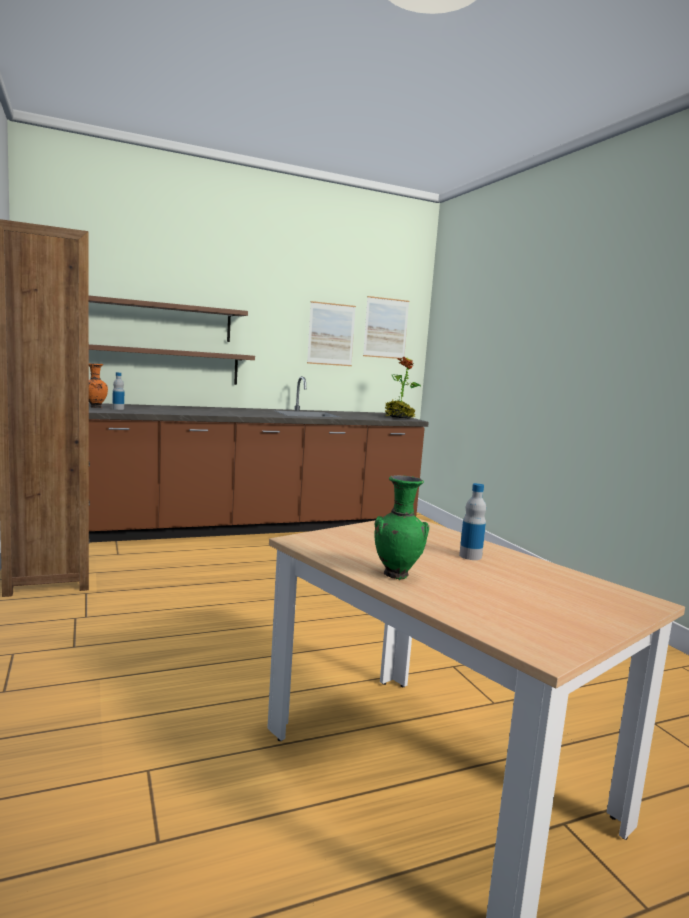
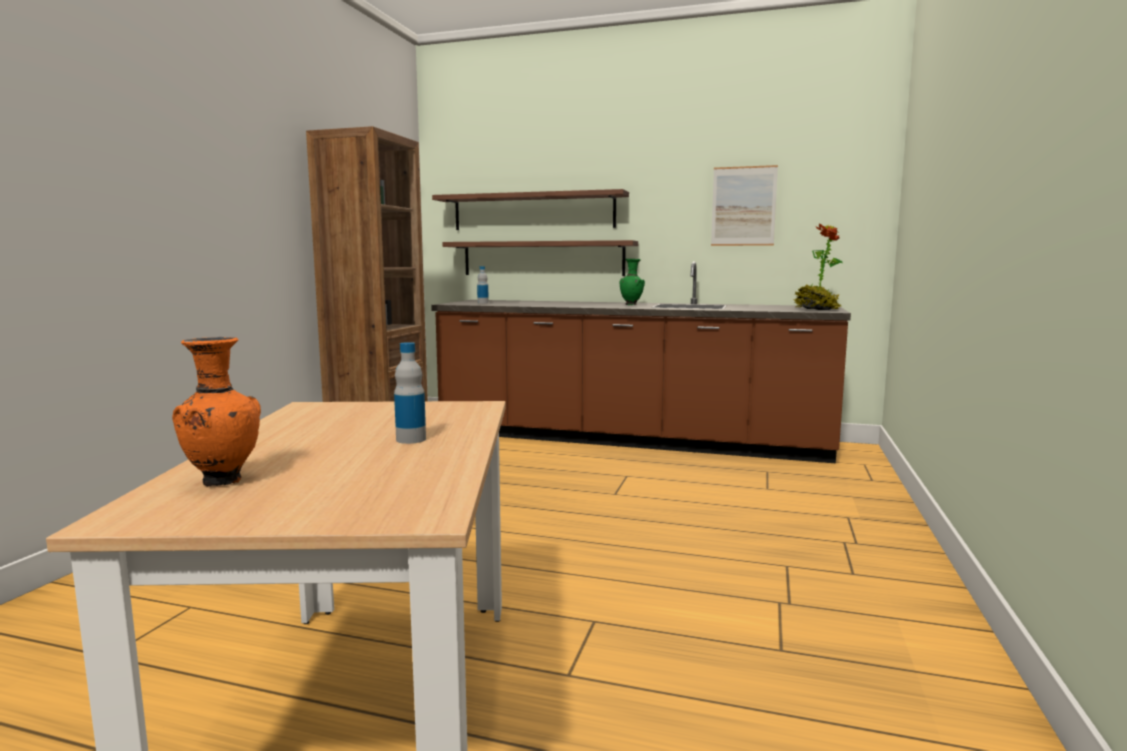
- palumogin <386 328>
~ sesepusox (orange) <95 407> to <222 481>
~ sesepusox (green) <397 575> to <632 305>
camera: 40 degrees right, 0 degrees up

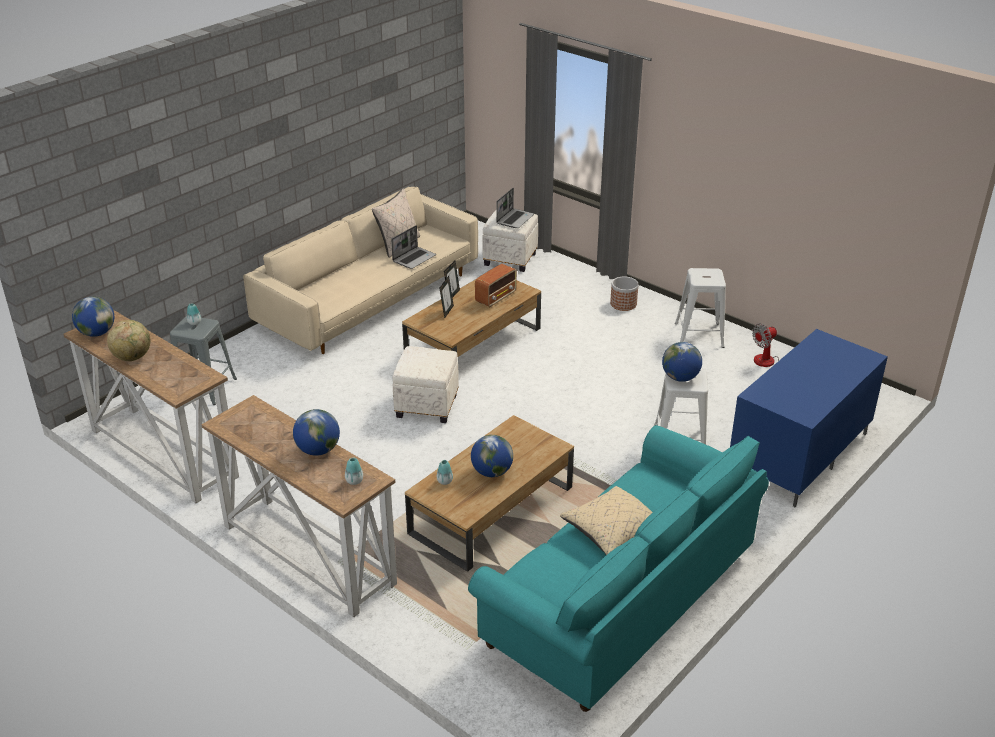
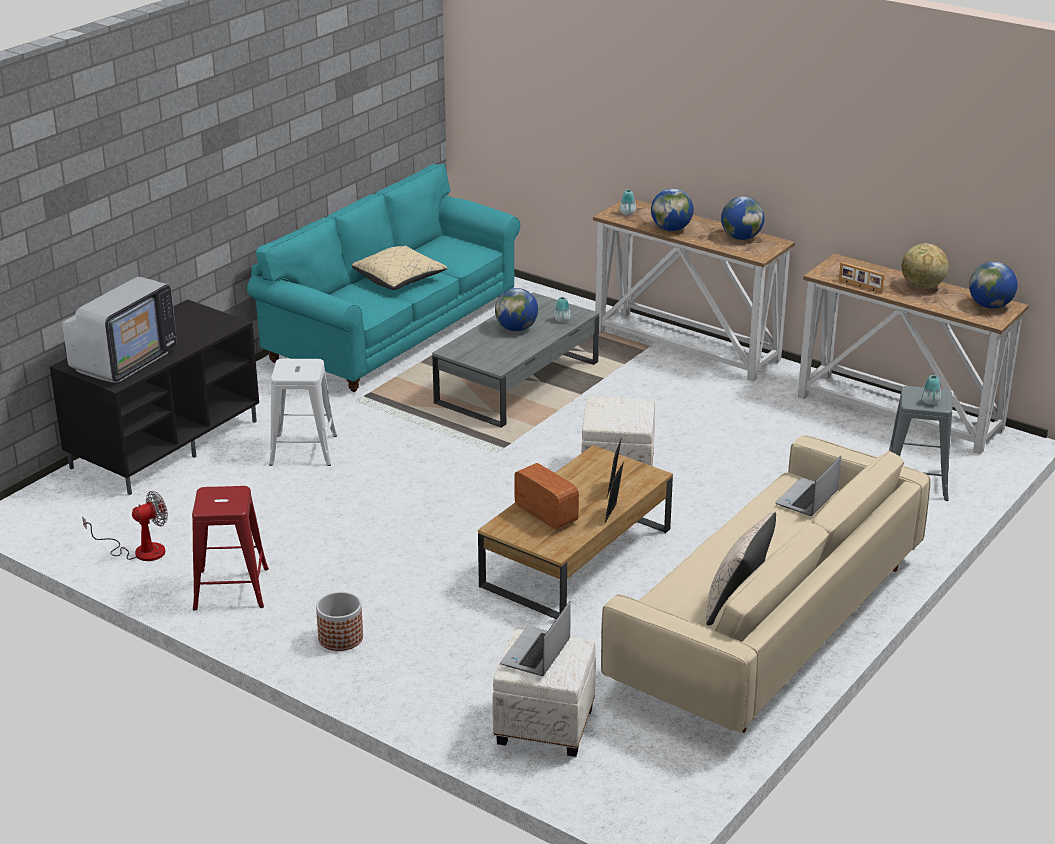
~ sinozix <414 258> to <807 499>
~ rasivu <496 297> = <545 514> 105 degrees clockwise
~ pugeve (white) <699 335> to pugeve (red) <231 588>
~ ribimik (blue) <799 455> to ribimik (black) <165 443>
~ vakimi <680 378> to <741 238>
~ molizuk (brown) <491 511> to molizuk (grey) <518 382>
+ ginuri <860 286>
+ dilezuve <124 361>
camera: 175 degrees right, 5 degrees down

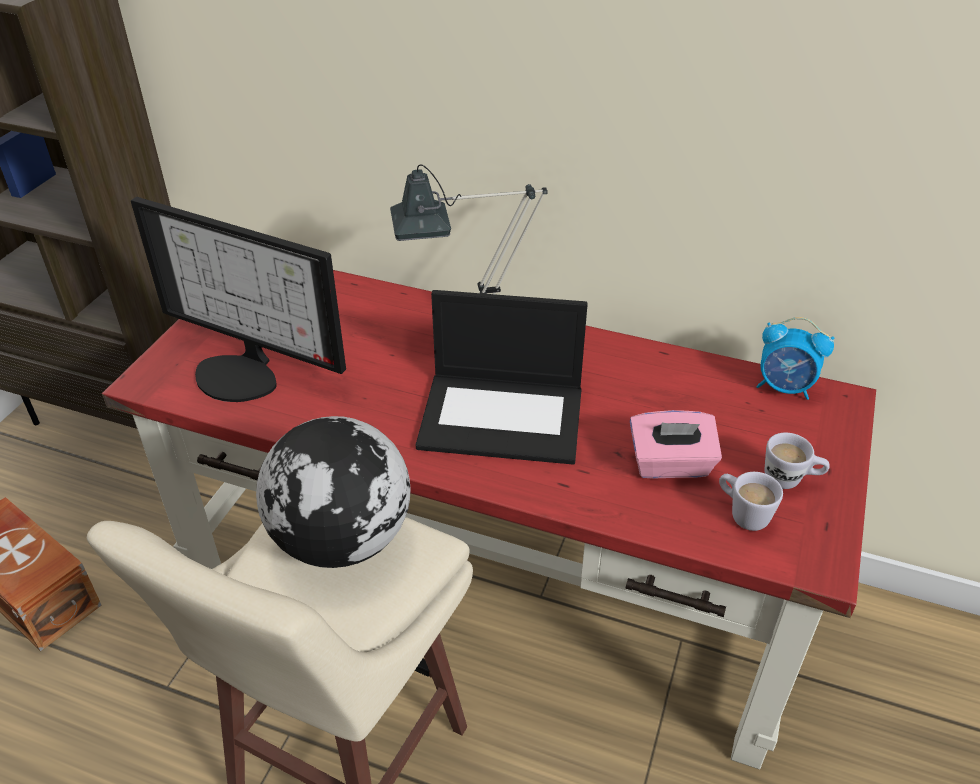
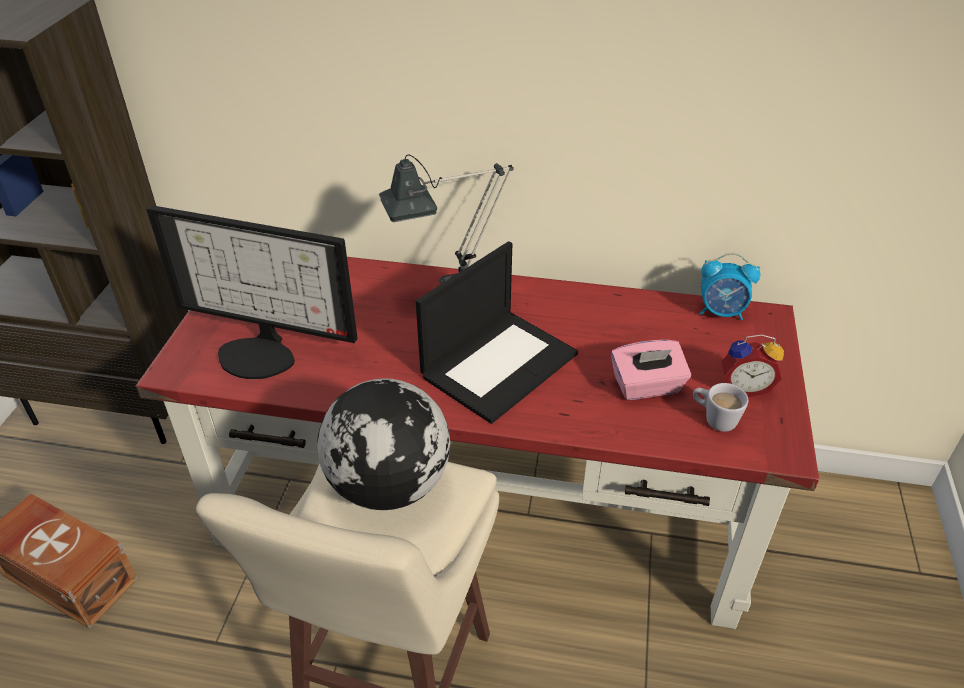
~ sinozix <503 416> = <499 363> 45 degrees counterclockwise
~ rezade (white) <790 480> to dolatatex <744 387>
camera: 10 degrees left, 0 degrees up

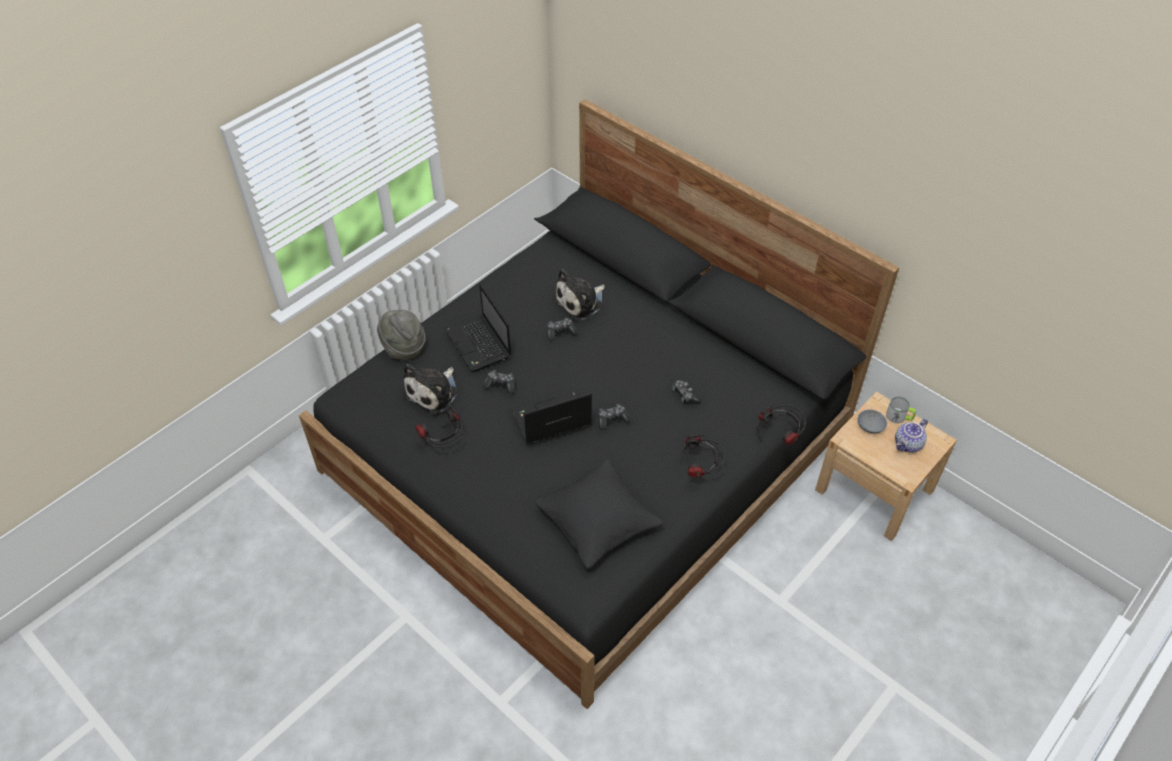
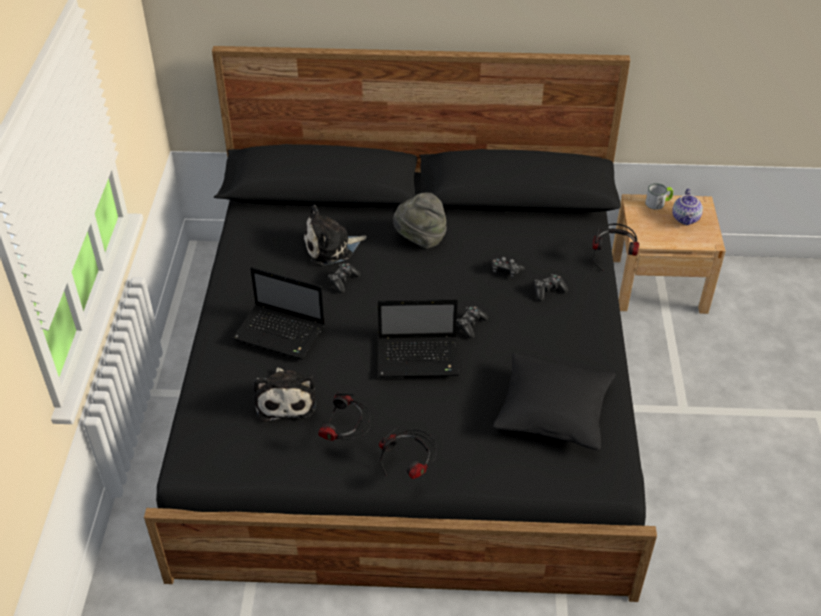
~ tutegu <581 302> = <331 247> 60 degrees clockwise
~ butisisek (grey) <403 347> to <420 239>
~ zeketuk <500 385> to <548 291>
~ sinozix <550 420> = <420 358> 120 degrees counterclockwise
- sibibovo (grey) <869 426>
~ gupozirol <701 471> to <411 469>
camera: 40 degrees left, 5 degrees down

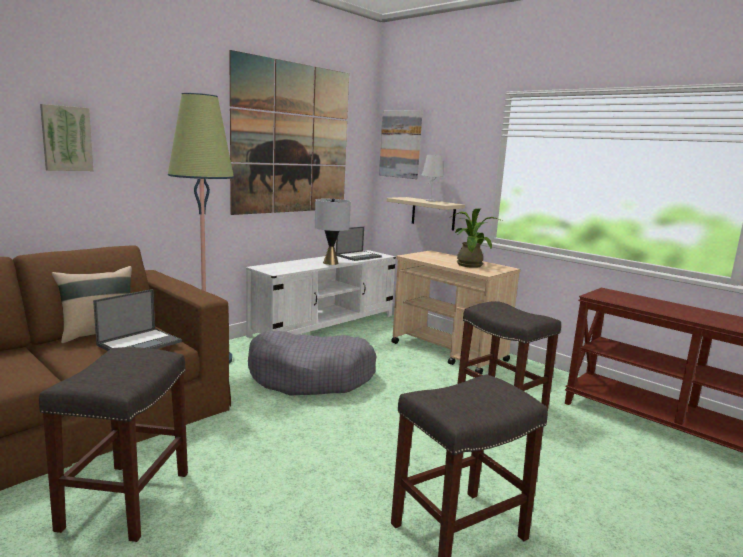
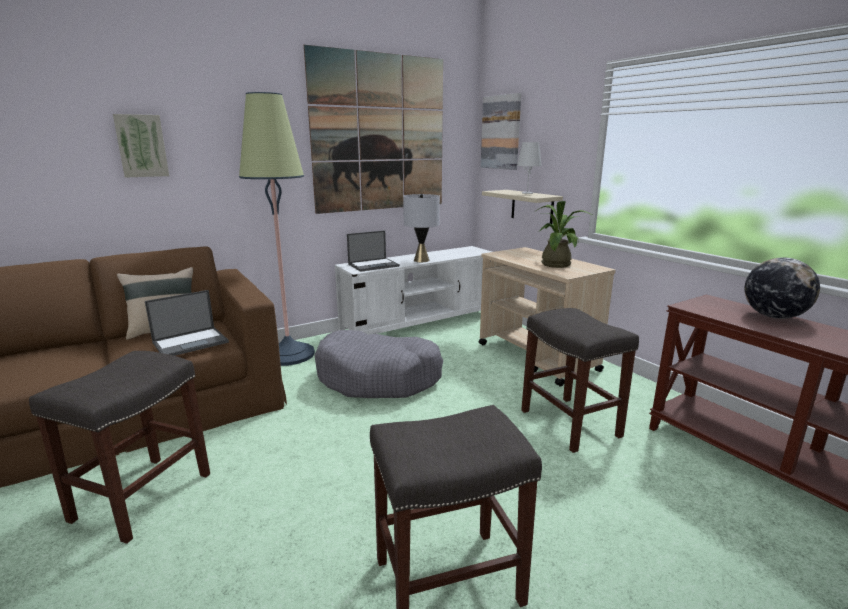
~ sinozix <358 256> to <374 265>
+ vakimi <773 316>
camera: 15 degrees right, 5 degrees up

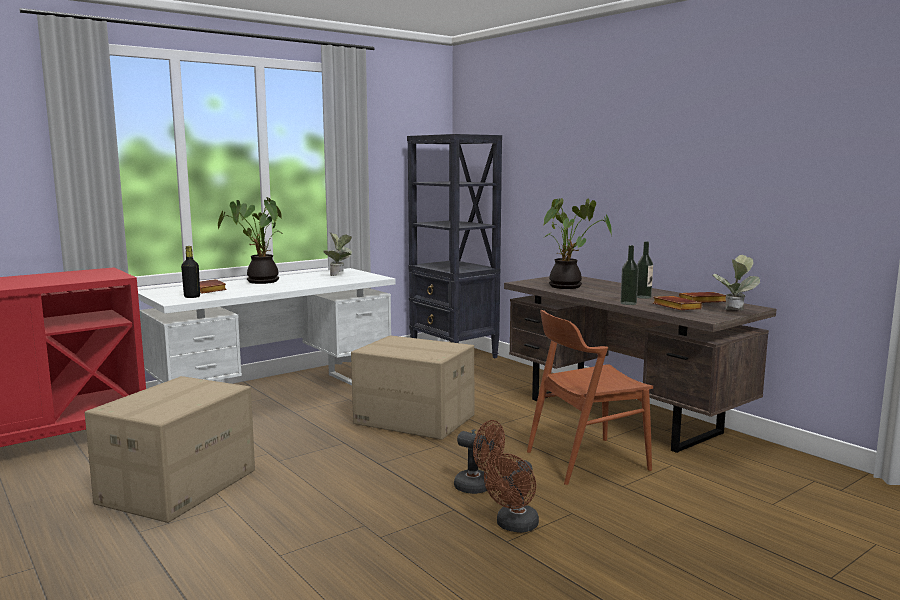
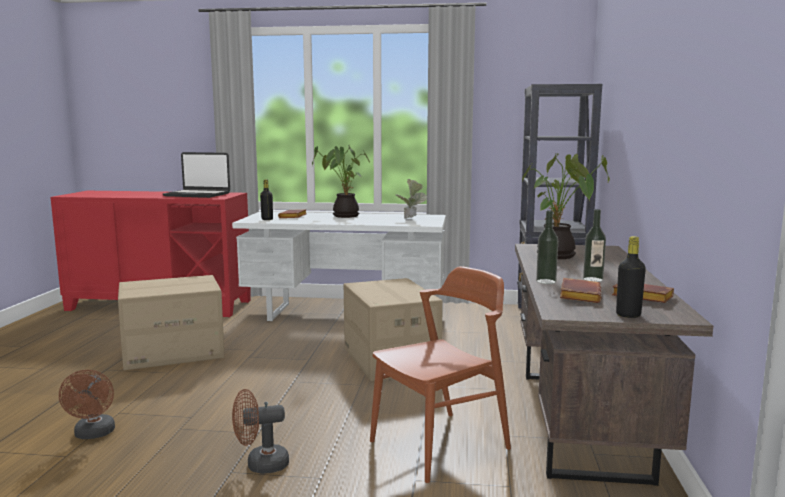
~ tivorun <733 312> to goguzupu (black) <628 315>
~ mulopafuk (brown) <586 460> = <440 444> 120 degrees clockwise
~ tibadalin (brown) <479 487> to <93 434>
+ sinozix <197 195>
camera: 45 degrees right, 0 degrees up

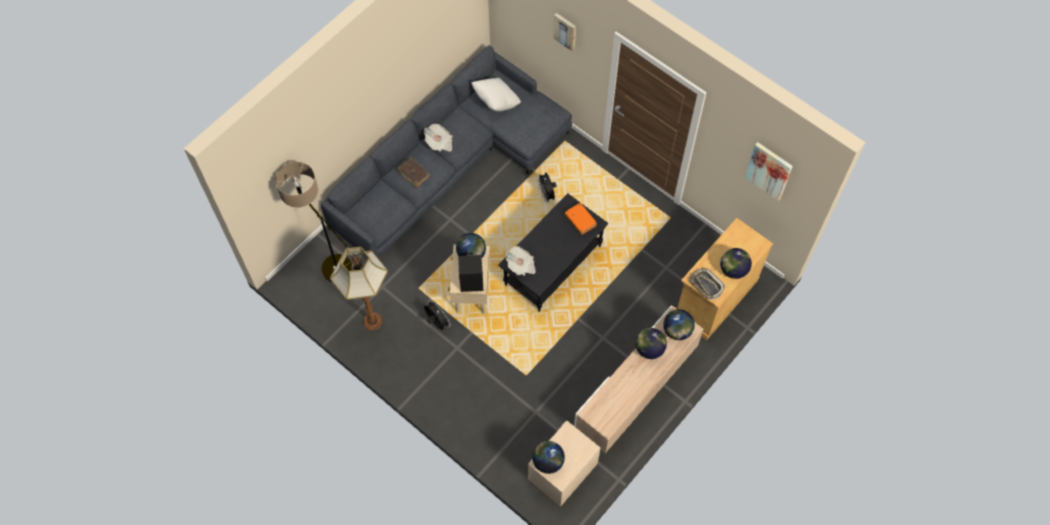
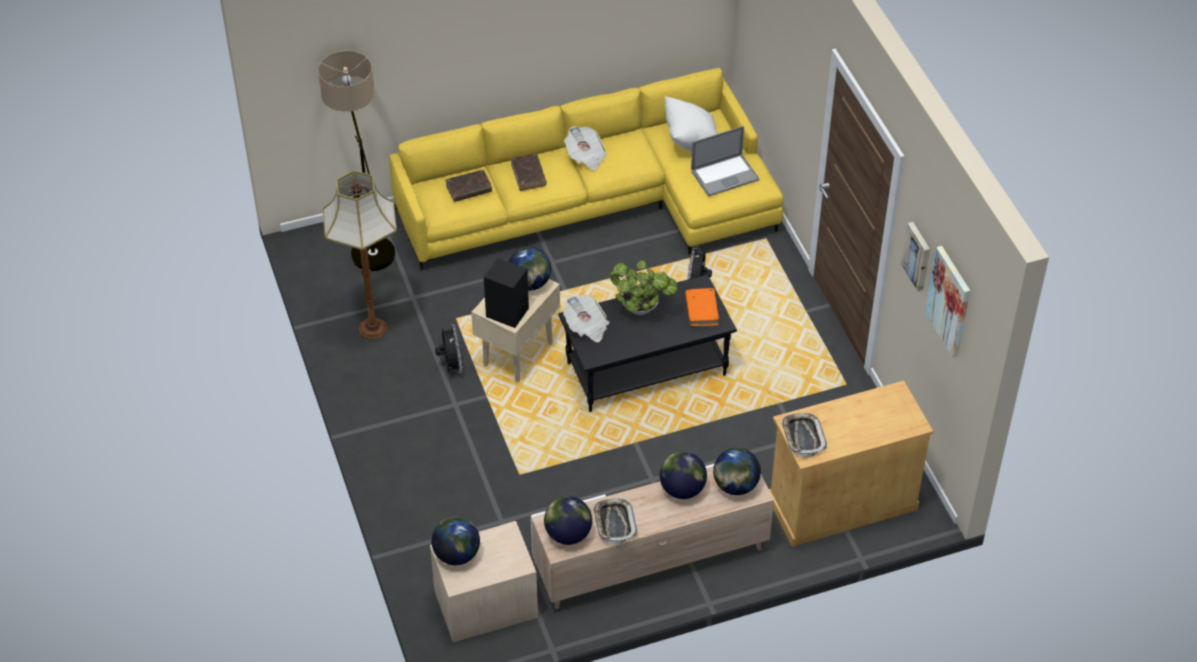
~ palumogin <565 31> to <918 256>
~ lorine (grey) <451 164> to lorine (yellow) <598 204>
~ vakimi <733 270> to <568 534>
+ sinozix <724 175>
+ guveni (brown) <469 189>
+ tivorun <643 308>
+ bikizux <614 523>
camera: 30 degrees right, 15 degrees down

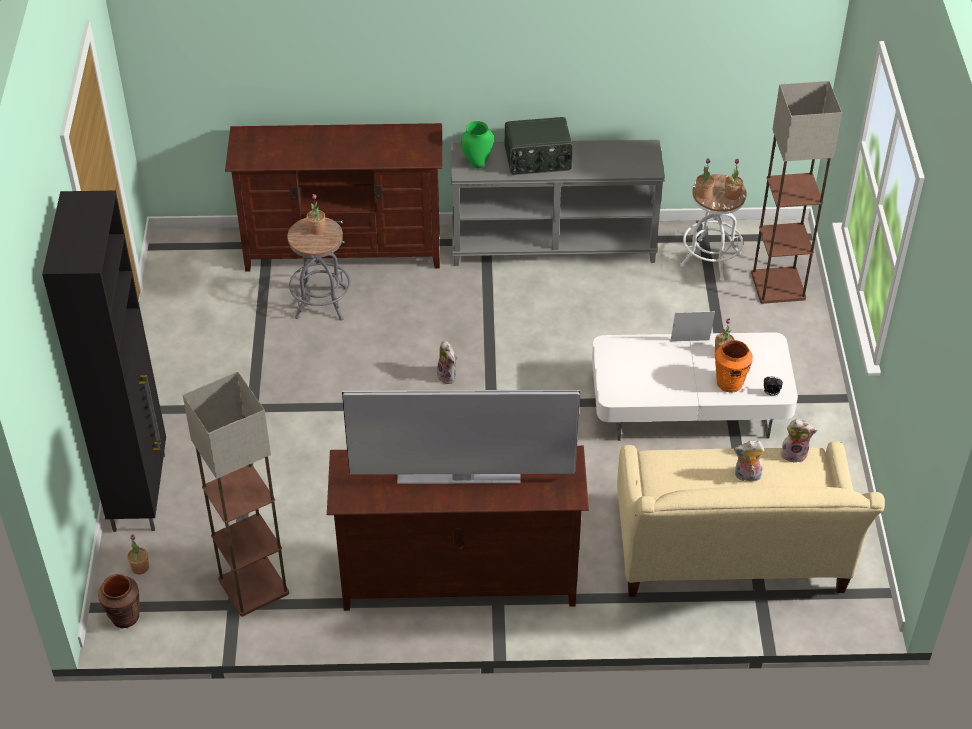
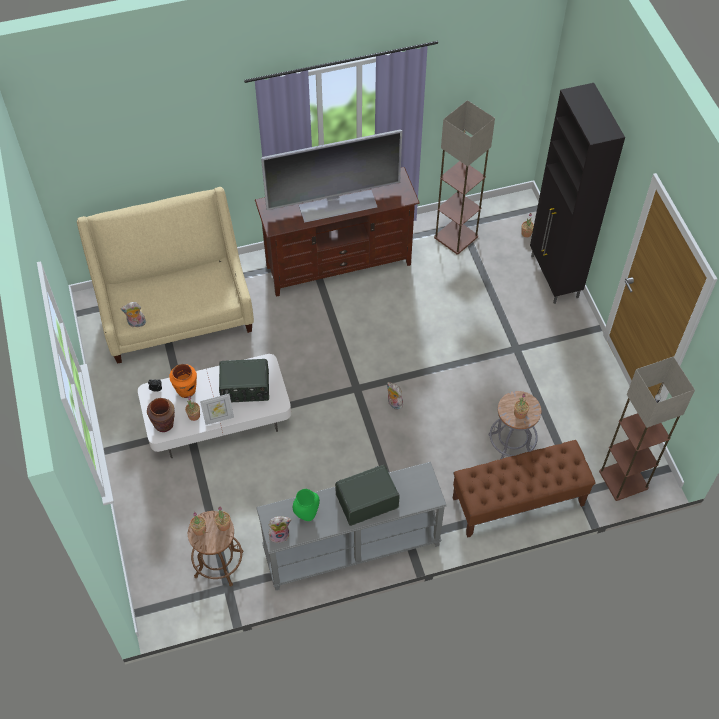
~ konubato <778 285> to <623 480>
~ sesepusox (green) <477 163> to <307 516>
~ ribimik (brown) <344 250> to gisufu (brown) <517 502>
~ pugeve (white) <710 260> to pugeve (brown) <219 564>
~ tutegu <747 476> to <279 534>
~ sesepusox (brown) <125 617> to <164 424>
+ rasivu <245 388>
camera: 165 degrees right, 10 degrees up

